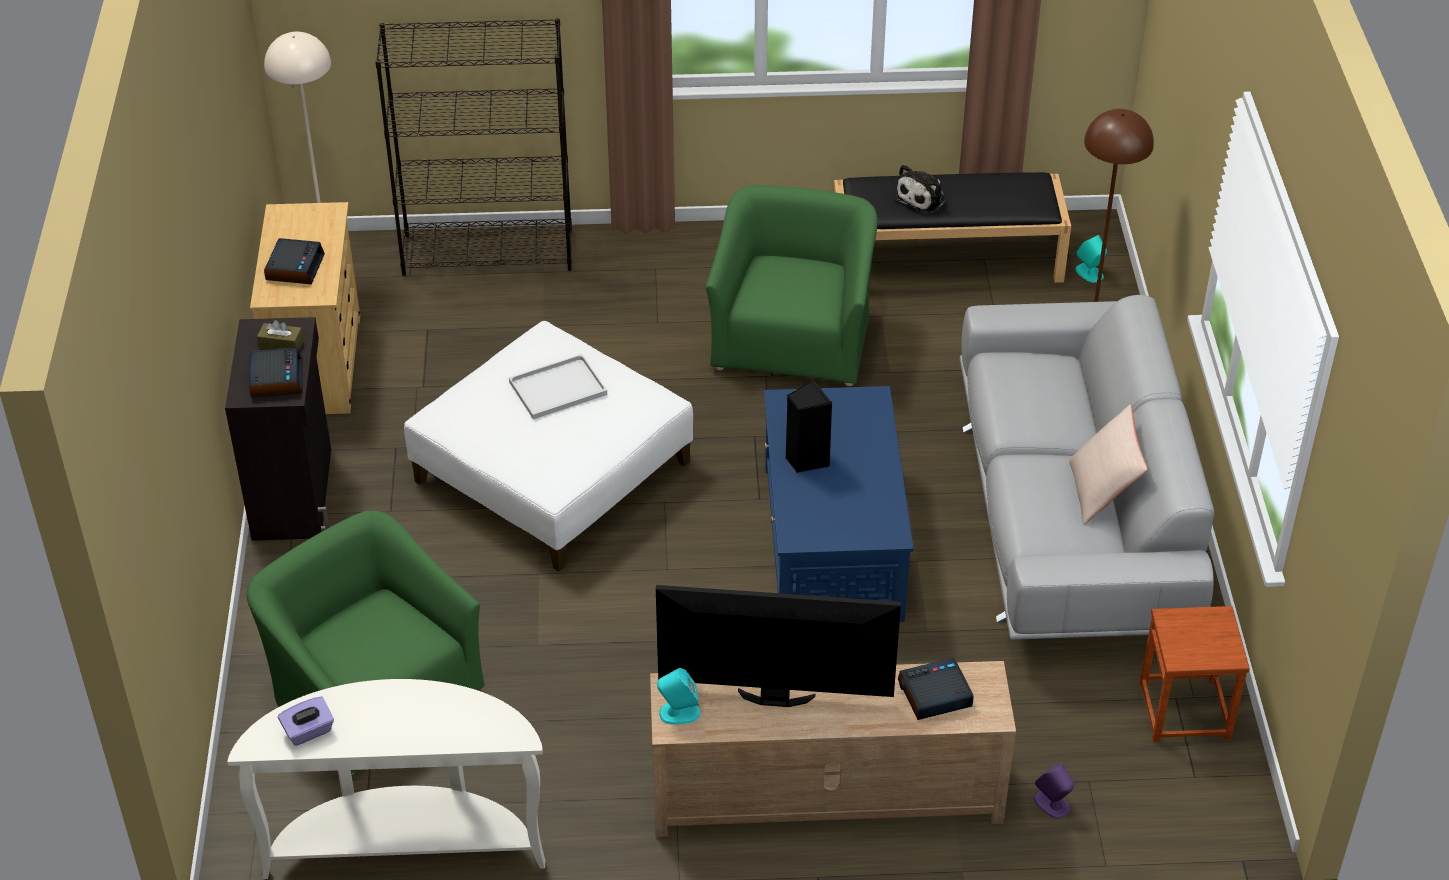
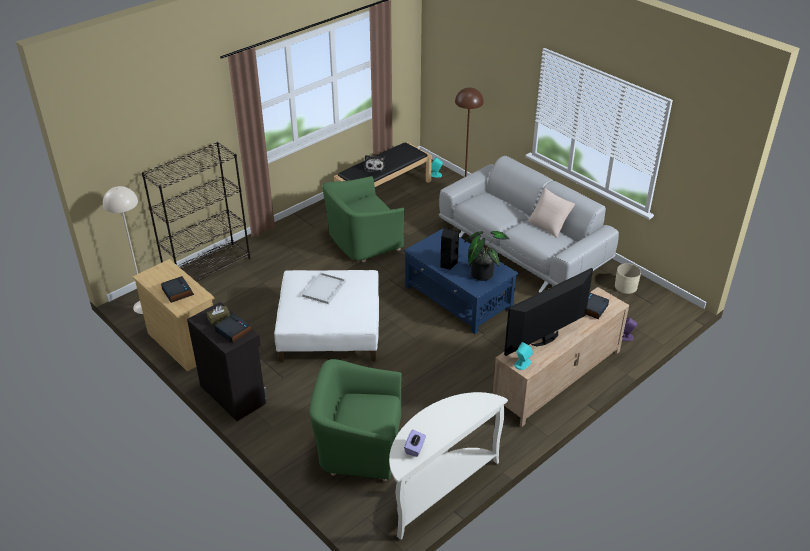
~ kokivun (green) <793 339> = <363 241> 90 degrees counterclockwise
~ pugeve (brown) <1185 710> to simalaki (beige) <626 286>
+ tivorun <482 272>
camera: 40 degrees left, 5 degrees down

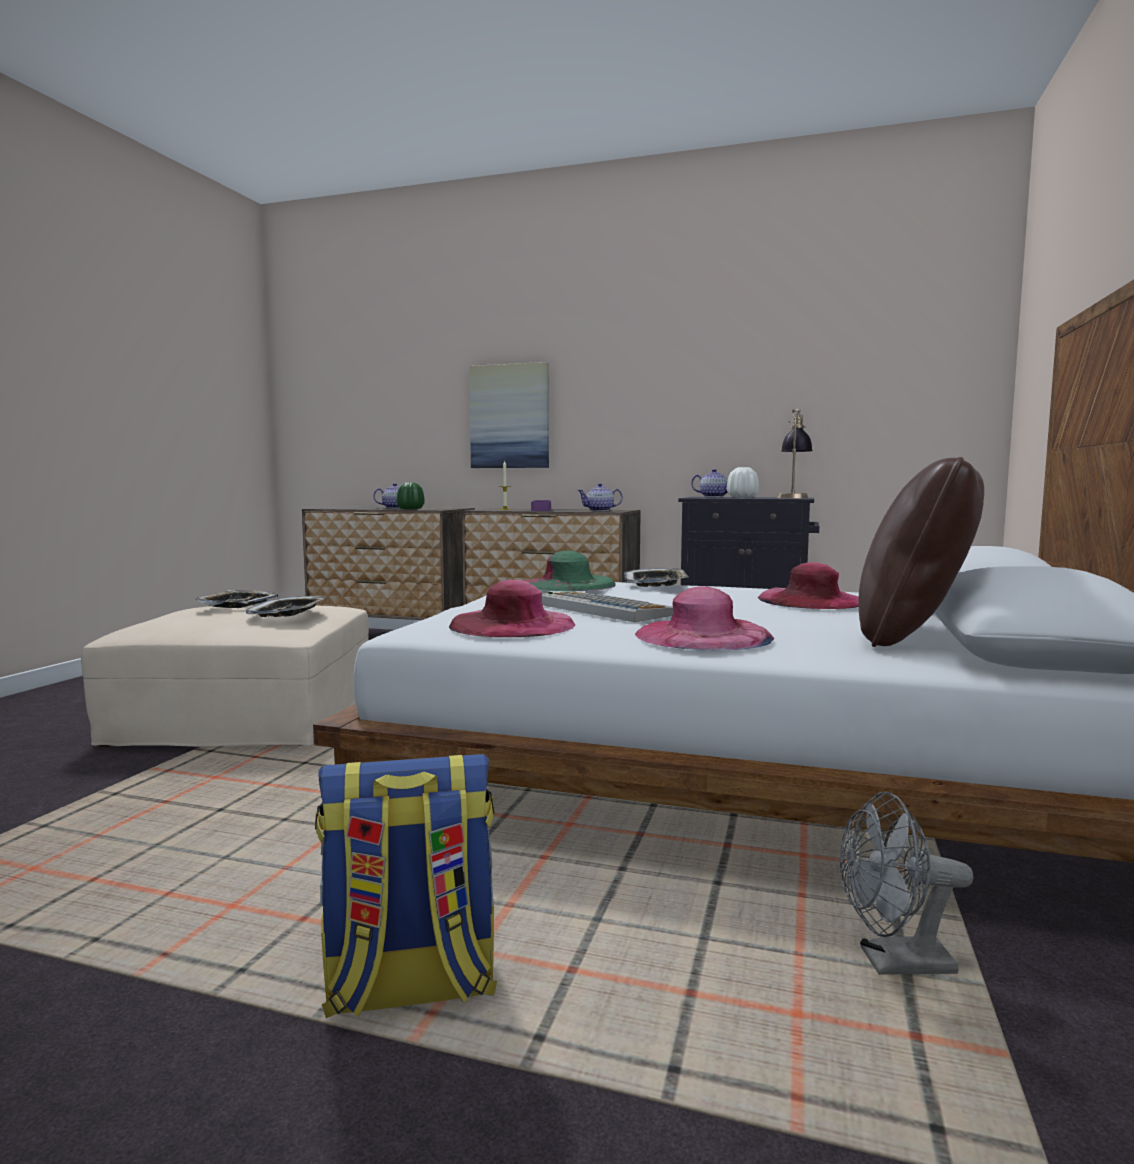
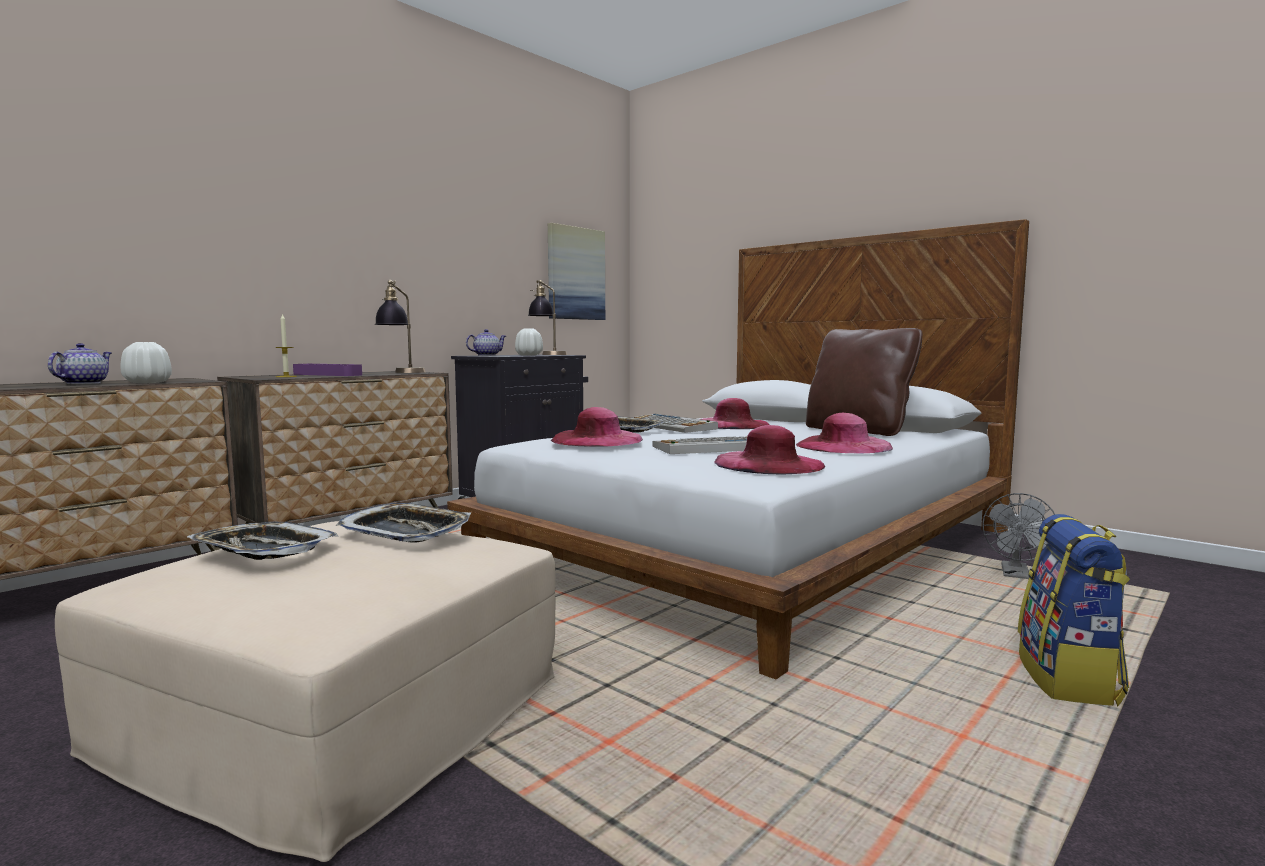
~ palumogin <510 416> to <575 273>
~ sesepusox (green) <410 509> to sesepusox (white) <148 382>
~ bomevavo <600 510> to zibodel <402 372>
~ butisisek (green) <568 584> to butisisek (pink) <597 439>
+ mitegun <670 426>
camera: 65 degrees left, 0 degrees up

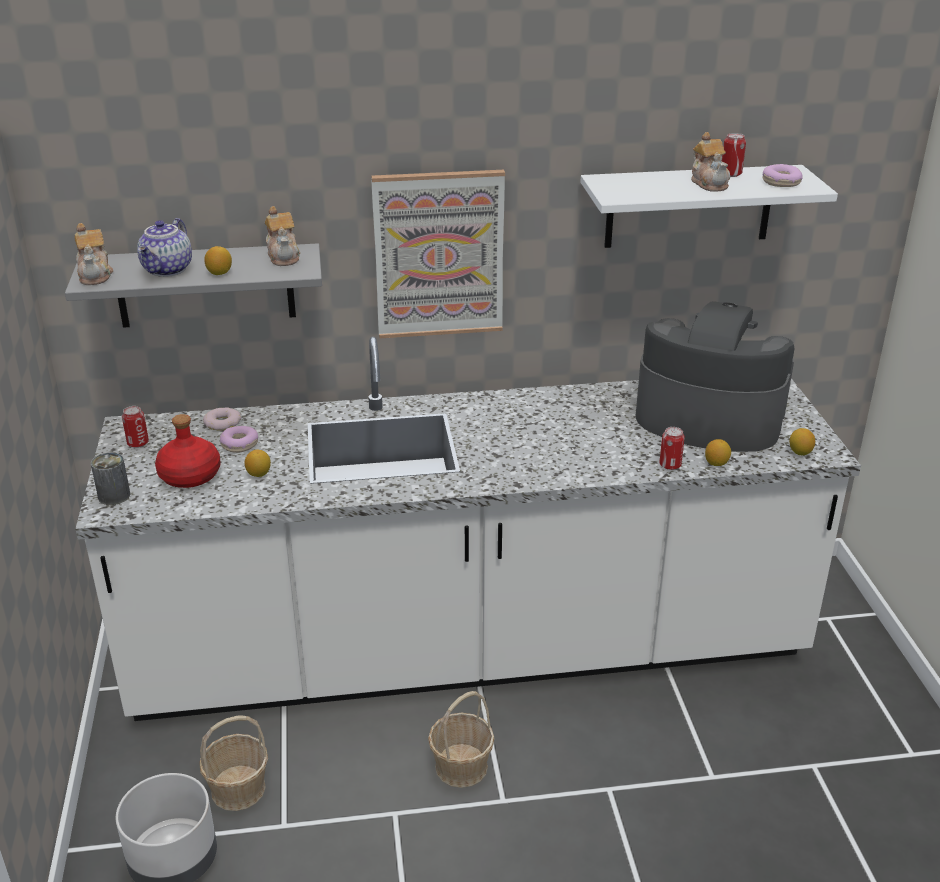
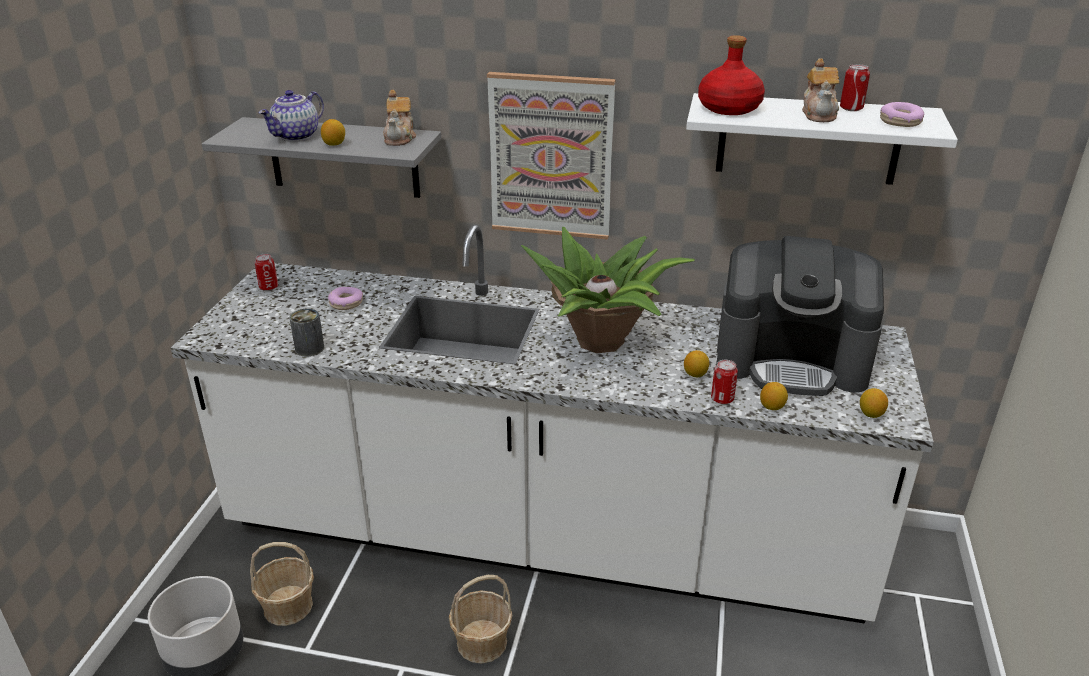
- bomevavo <95 275>
~ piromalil <708 418> = <791 360> 150 degrees clockwise
- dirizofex <222 423>
~ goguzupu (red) <189 476> to <728 108>
~ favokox <259 474> to <695 374>
~ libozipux <114 496> to <309 348>
+ tivorun <602 341>
camera: 20 degrees right, 0 degrees up

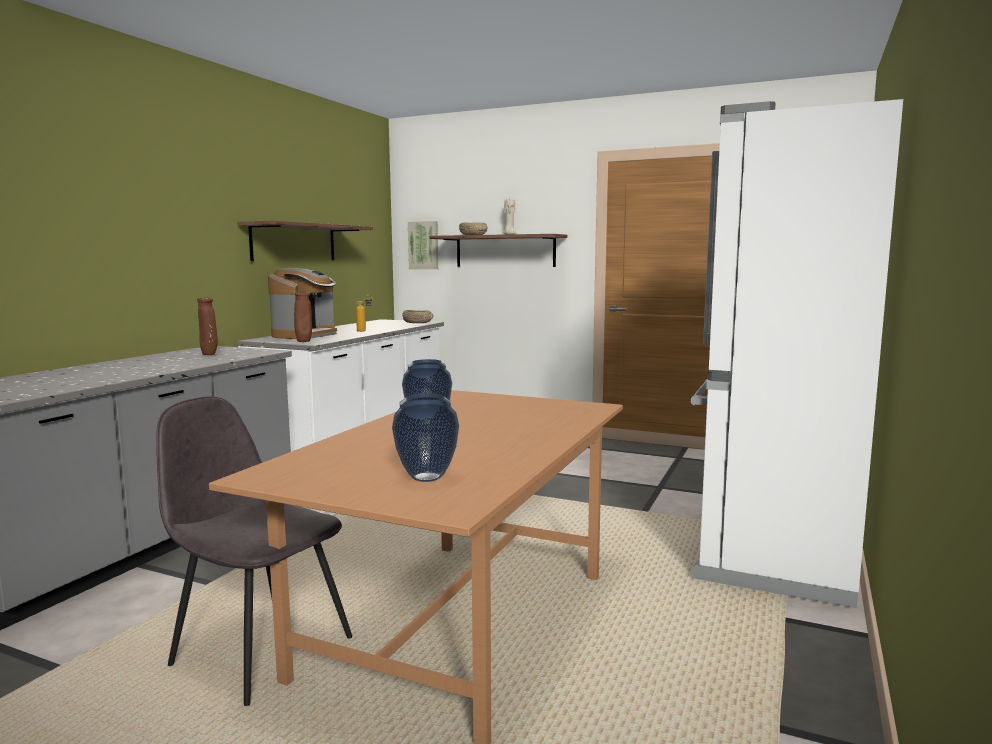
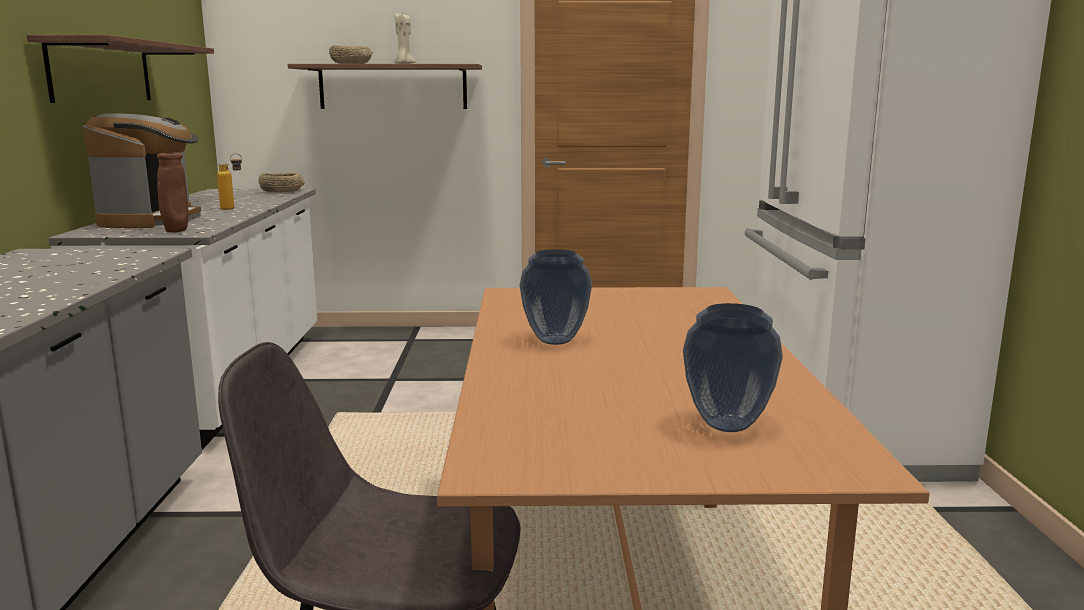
- palumogin <424 245>
- sesepusox (brown) <209 355>
camera: 25 degrees left, 5 degrees up

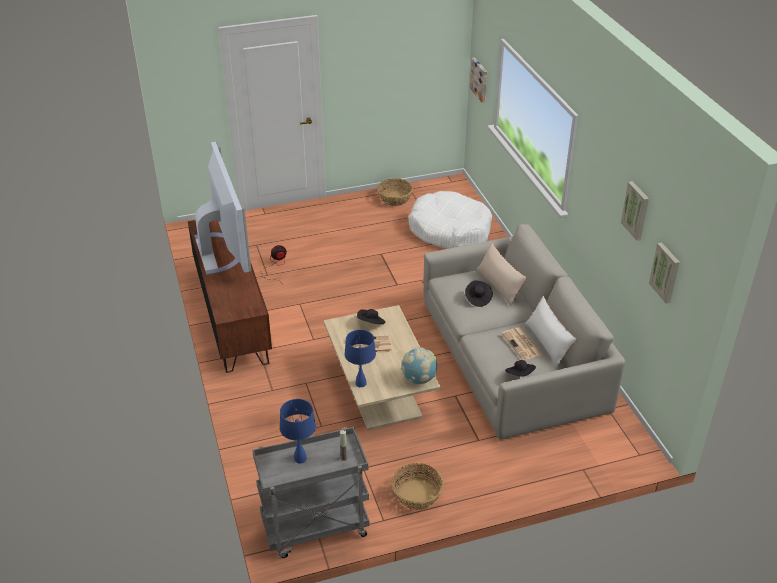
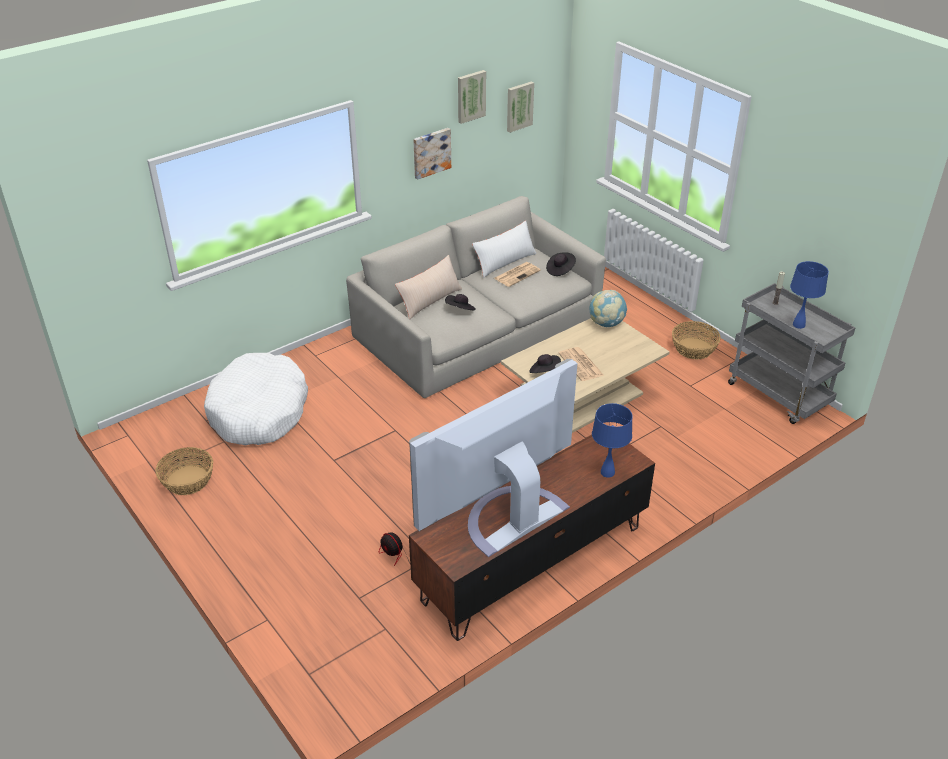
~ palumogin <480 79> to <431 152>
~ zibodel (blue) <361 383> to <607 472>
camera: 110 degrees left, 0 degrees up

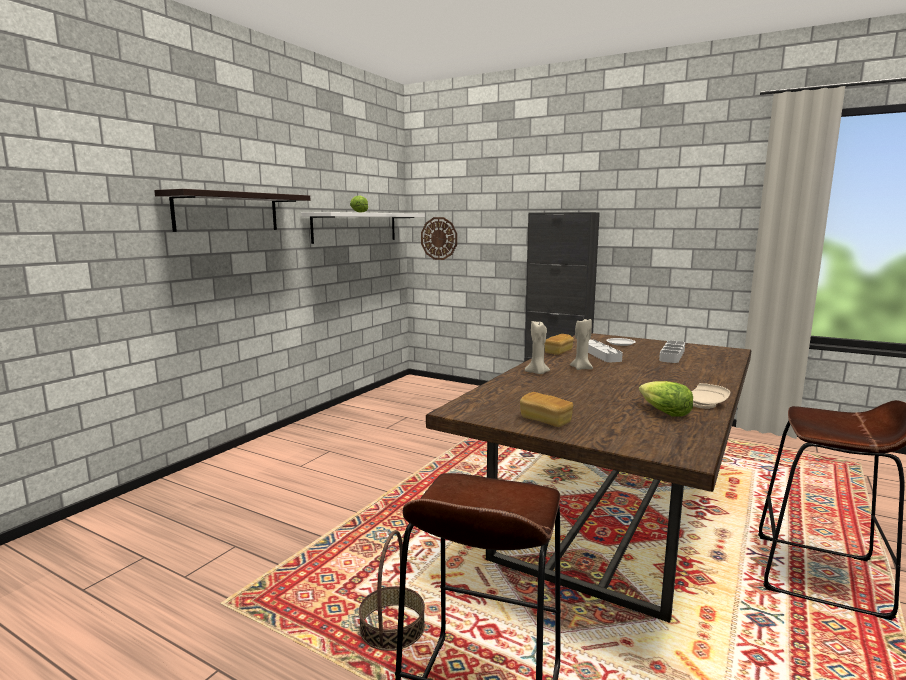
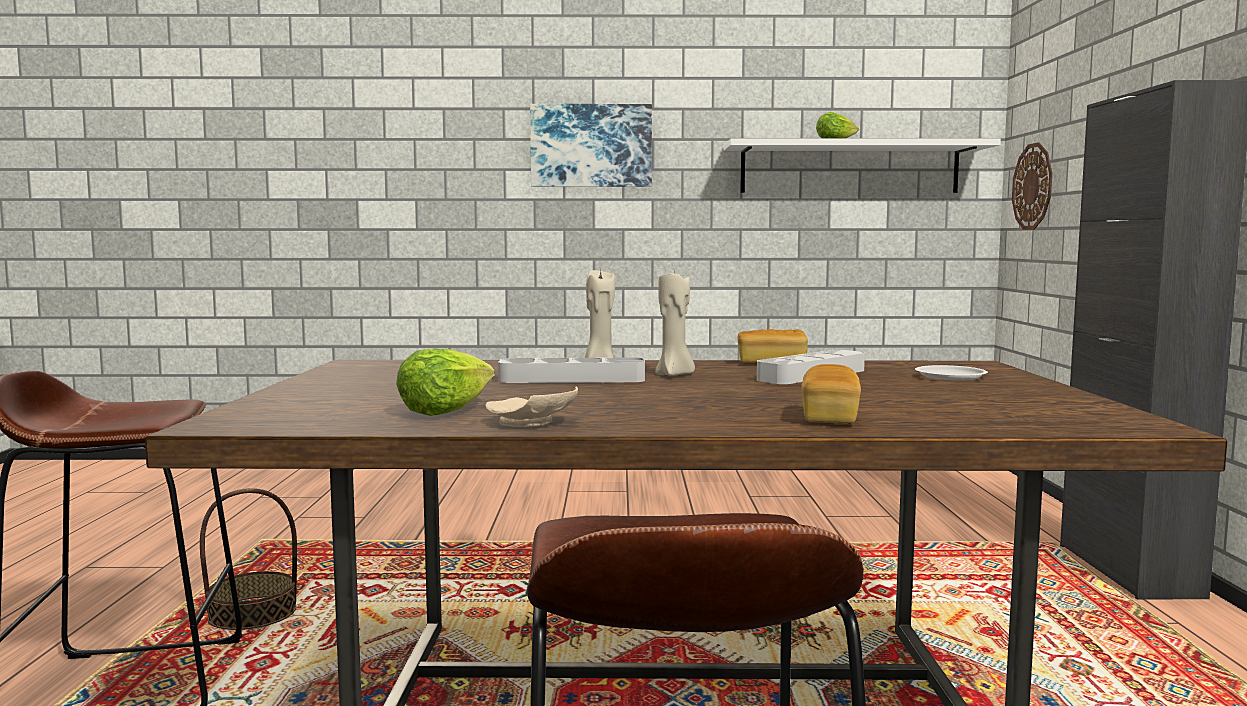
~ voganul <227 212> to palumogin <591 146>
~ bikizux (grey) <672 355> to <572 379>
~ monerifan <545 421> to <830 417>
camera: 60 degrees right, 5 degrees down

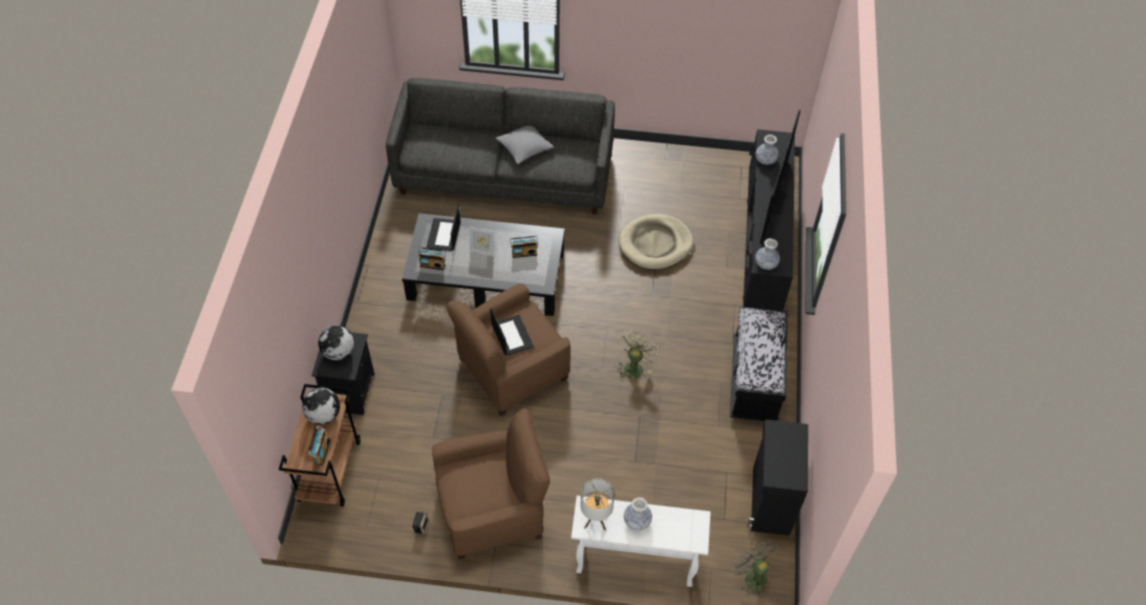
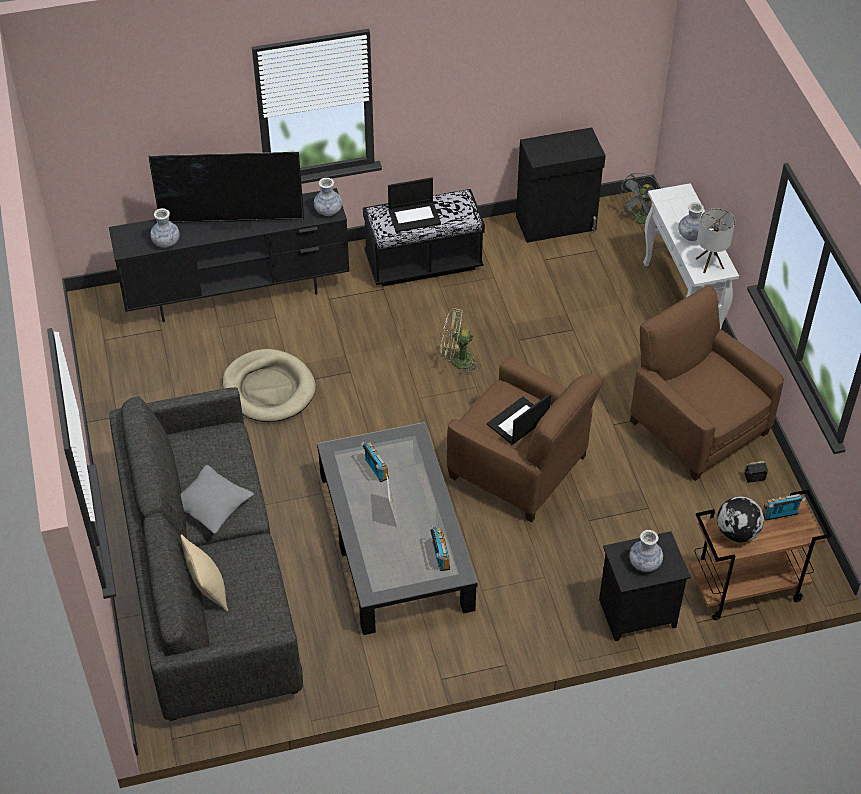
~ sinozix <444 235> to <414 216>
~ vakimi <338 352> to sesepusox <645 563>
+ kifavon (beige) <208 590>
camera: 110 degrees left, 5 degrees down

